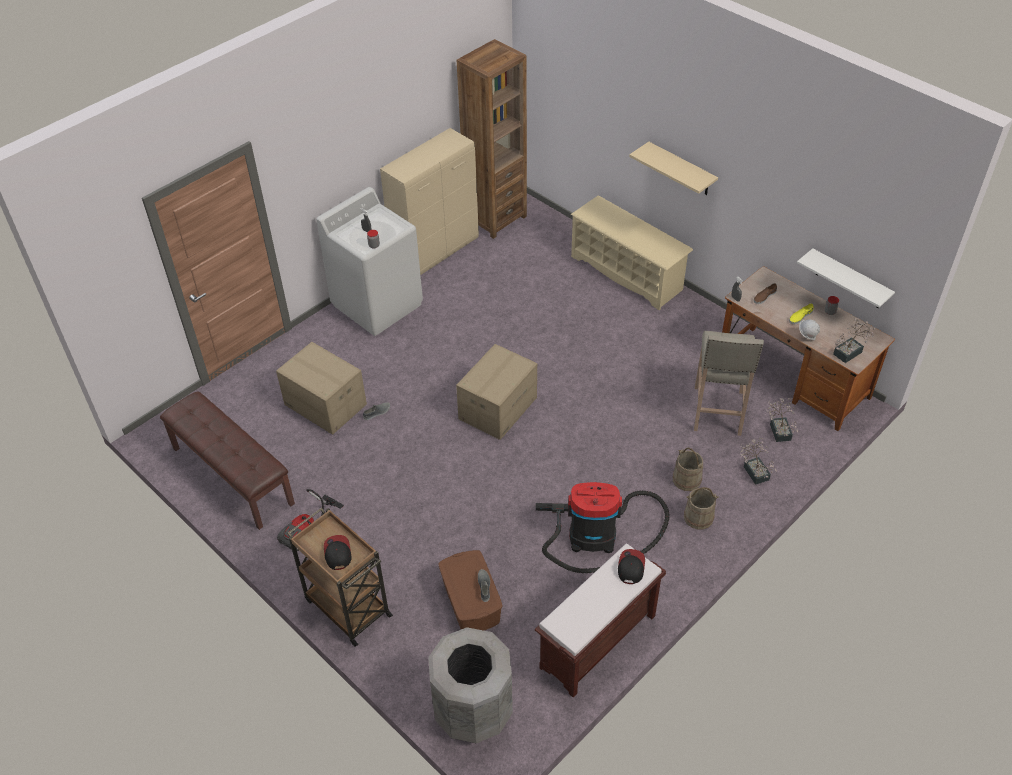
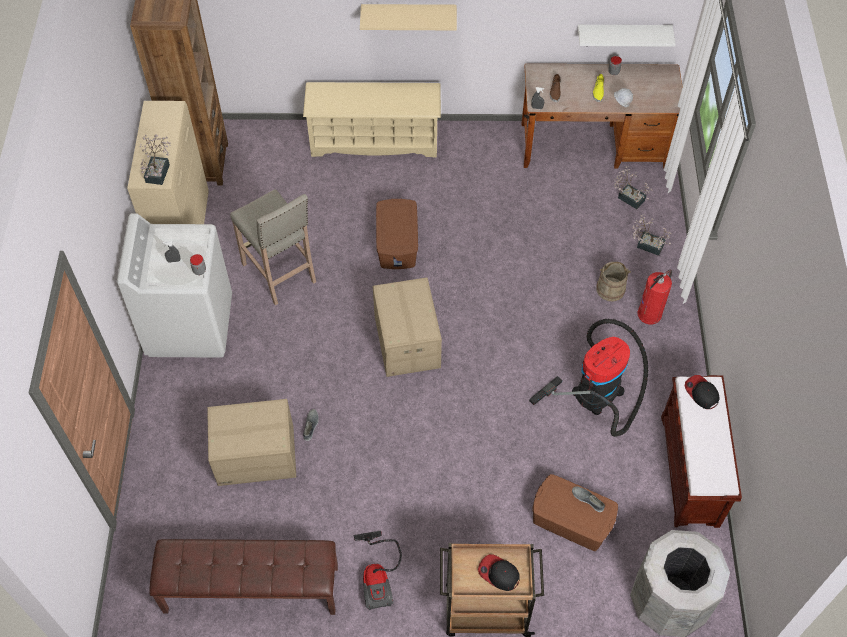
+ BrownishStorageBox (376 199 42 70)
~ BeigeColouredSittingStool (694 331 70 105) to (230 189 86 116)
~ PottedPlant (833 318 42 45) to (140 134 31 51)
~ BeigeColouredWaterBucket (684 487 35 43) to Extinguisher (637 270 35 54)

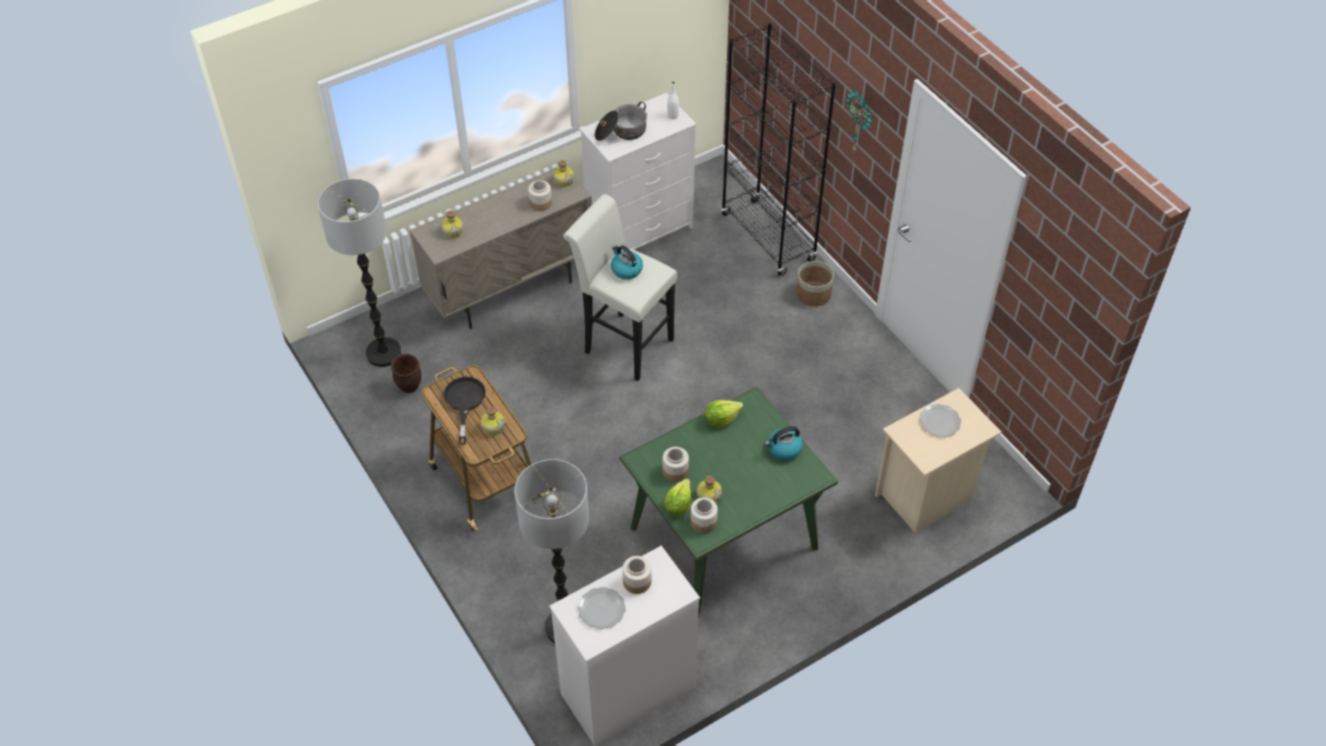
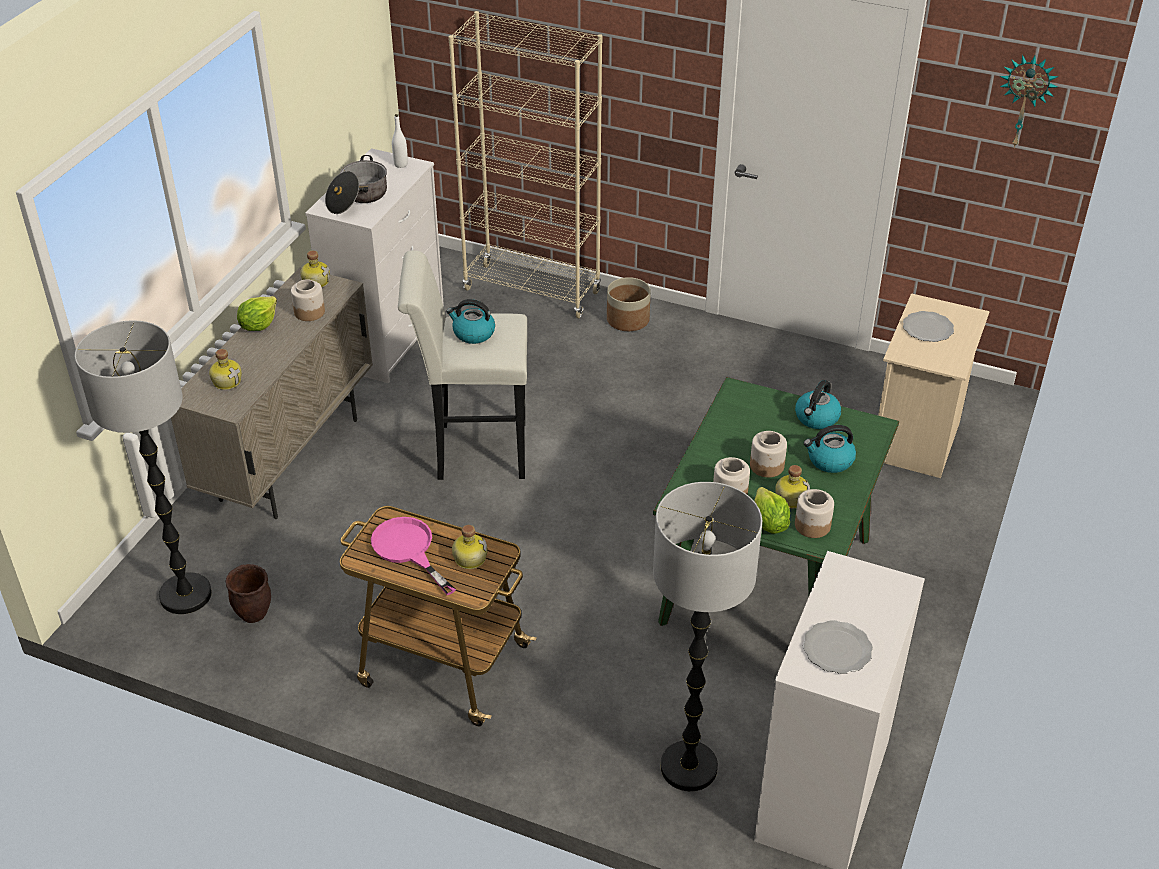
+ TeaKettle (804 425 52 48)
~ StorageJar (622 556 29 38) to (750 431 37 47)
~ Lettuce (704 400 39 27) to (237 296 40 35)
~ HangingClock (846 90 26 62) to (1000 55 59 93)
~ BlackPan (444 377 42 68) to PinkishPan (371 517 85 78)
~ BlackBookcase (721 23 115 253) to BeigeColouredBookcase (448 11 155 307)

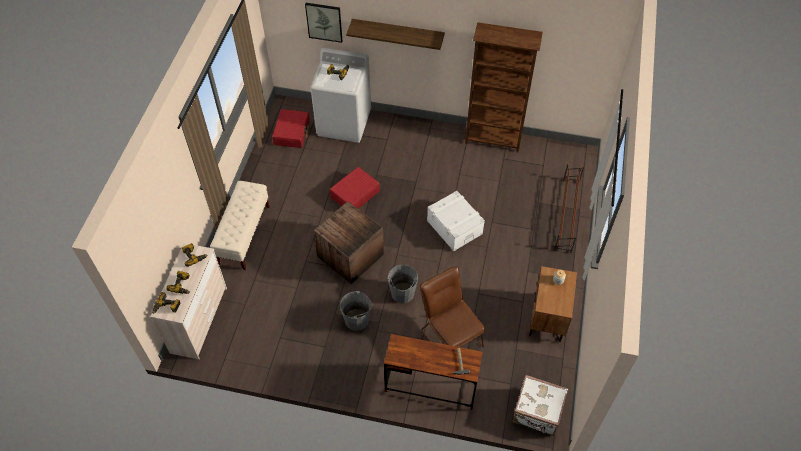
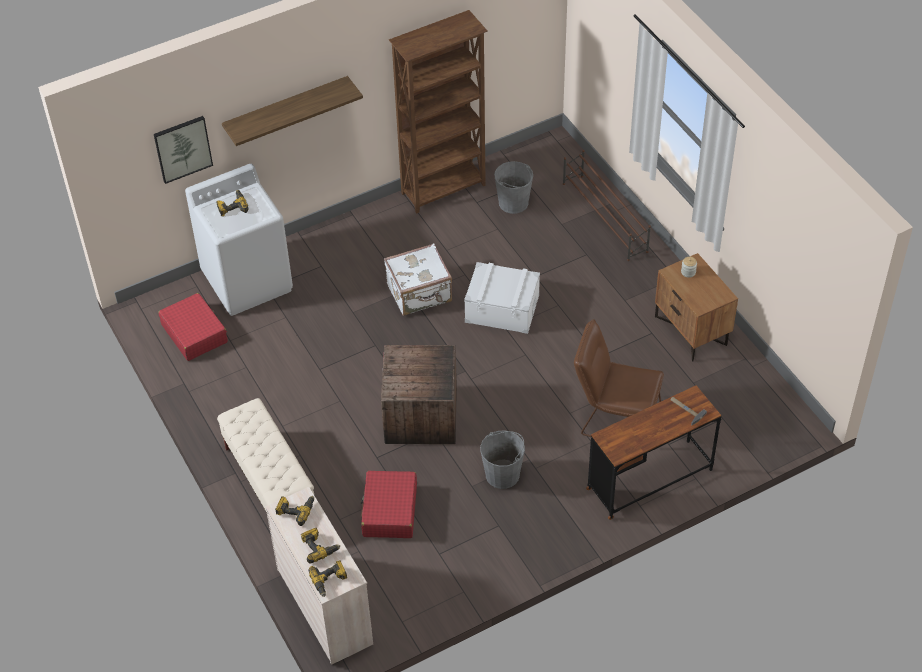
~ RedSuitcase (330 167 50 42) to (360 471 57 67)
~ GrayWaterBucket (387 265 31 38) to (494 161 39 53)
~ WhitishSuitcase (513 375 55 61) to (384 243 68 73)

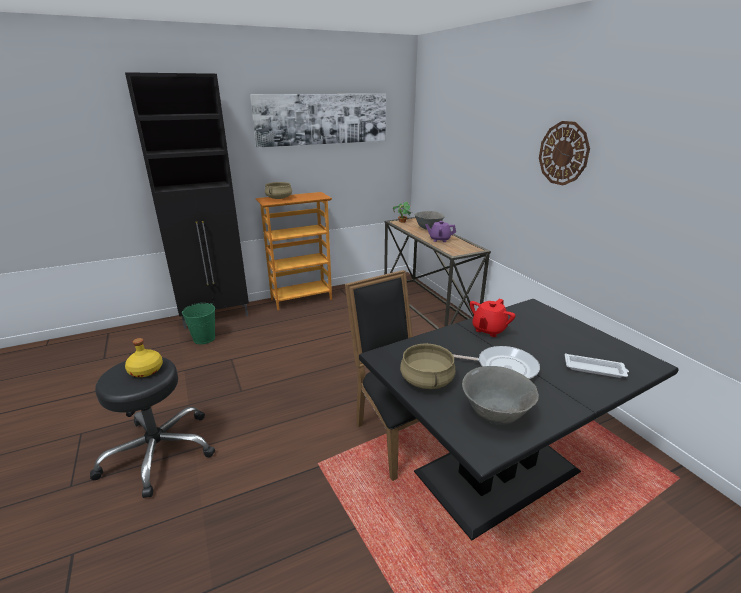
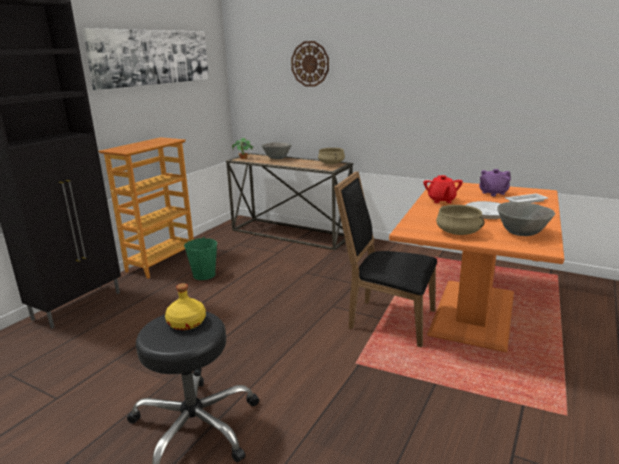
~ GreenishWaterBucket (182 303 33 41) to (184 237 33 43)
~ BeigeColouredStockpot (265 182 27 17) to (318 148 27 16)
~ PurpleColouredPotForTea (425 221 31 21) to (479 169 32 27)
~ HangingClock (539 121 51 64) to (291 41 38 46)
~ BlackDiningTable (359 299 320 241) to OrangeyDiningTable (389 182 175 170)

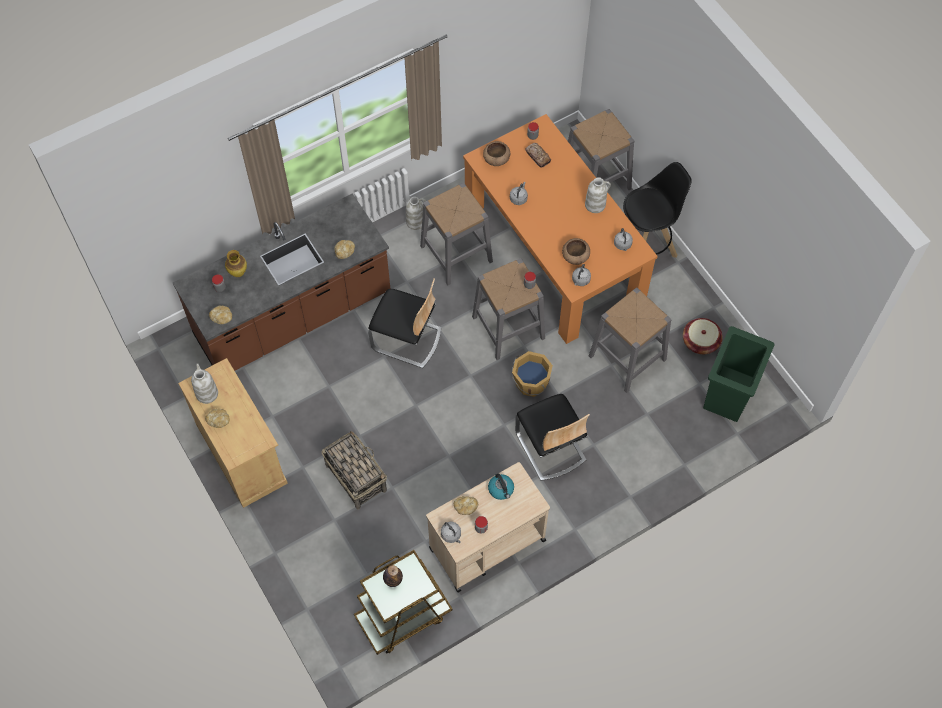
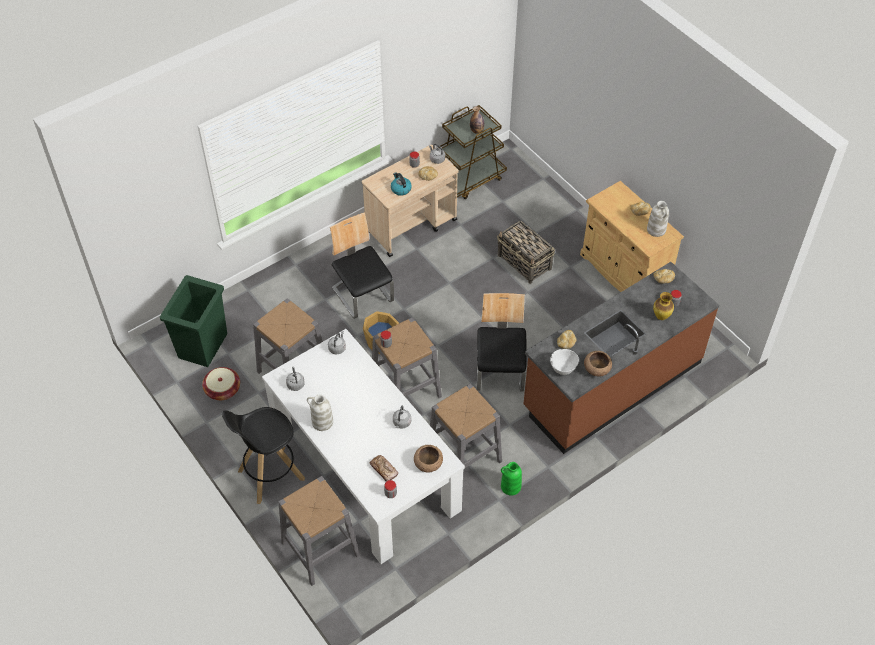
+ WhitishDeepDish (550 349 29 26)
~ BrownishDeepDish (562 238 28 27) to (584 351 28 26)
~ WhitishVase (406 197 20 33) to GreenishVase (501 462 21 33)
~ OrangeyDiningTable (463 114 195 230) to WhitishDiningTable (262 329 203 235)
~ PlainChair (368 278 73 90) = (477 293 50 99) 75 degrees clockwise

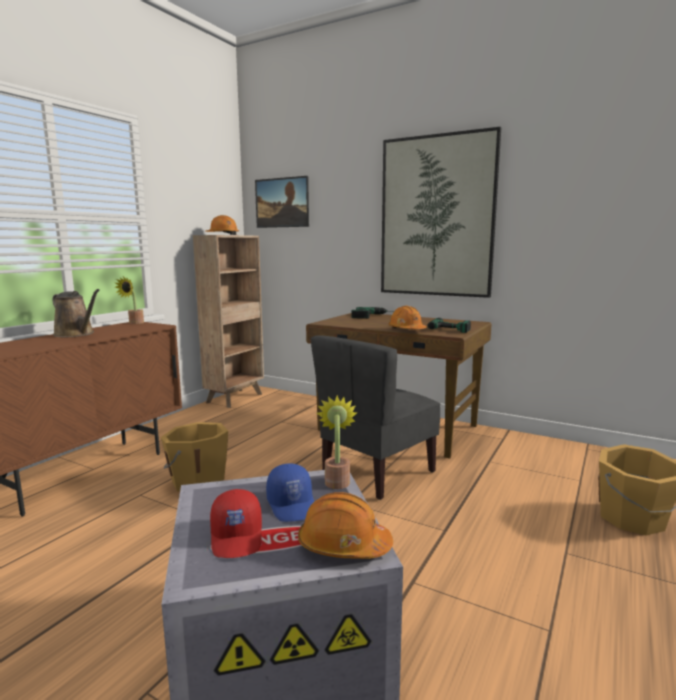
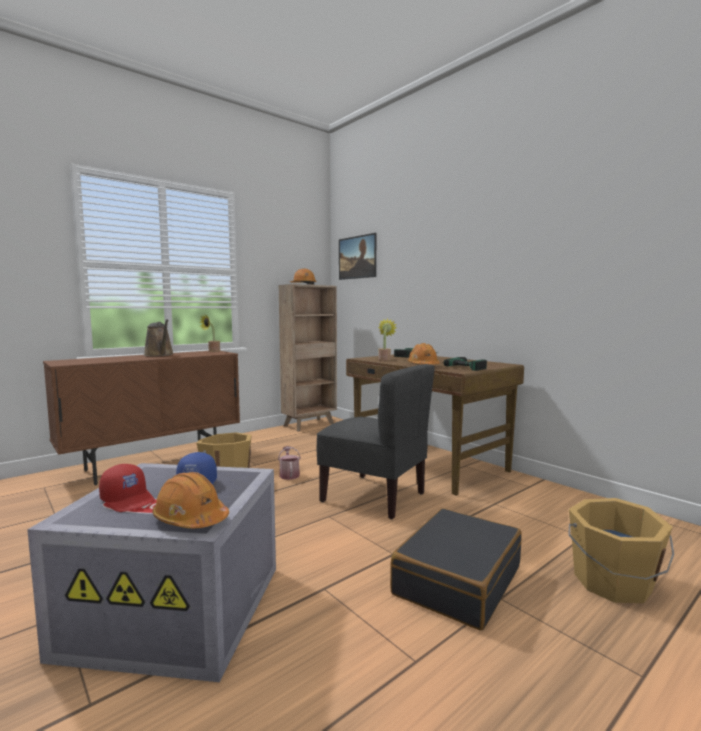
- WallPicture (381 127 120 171)
+ WateringPot (278 446 23 34)
+ BlackSuitcase (390 508 132 122)
~ PottedPlant (317 395 40 94) to (378 319 19 42)
~ RedPeakedCap (210 489 52 69) = (99 464 56 48) 60 degrees counterclockwise
~ GrayPlainChair (311 335 129 165) = (316 364 119 155) 120 degrees counterclockwise

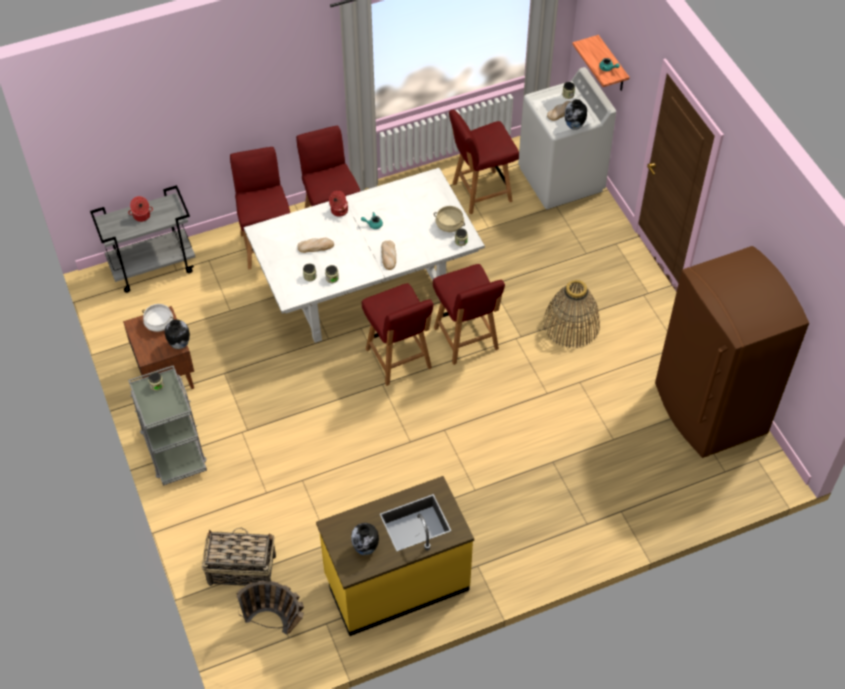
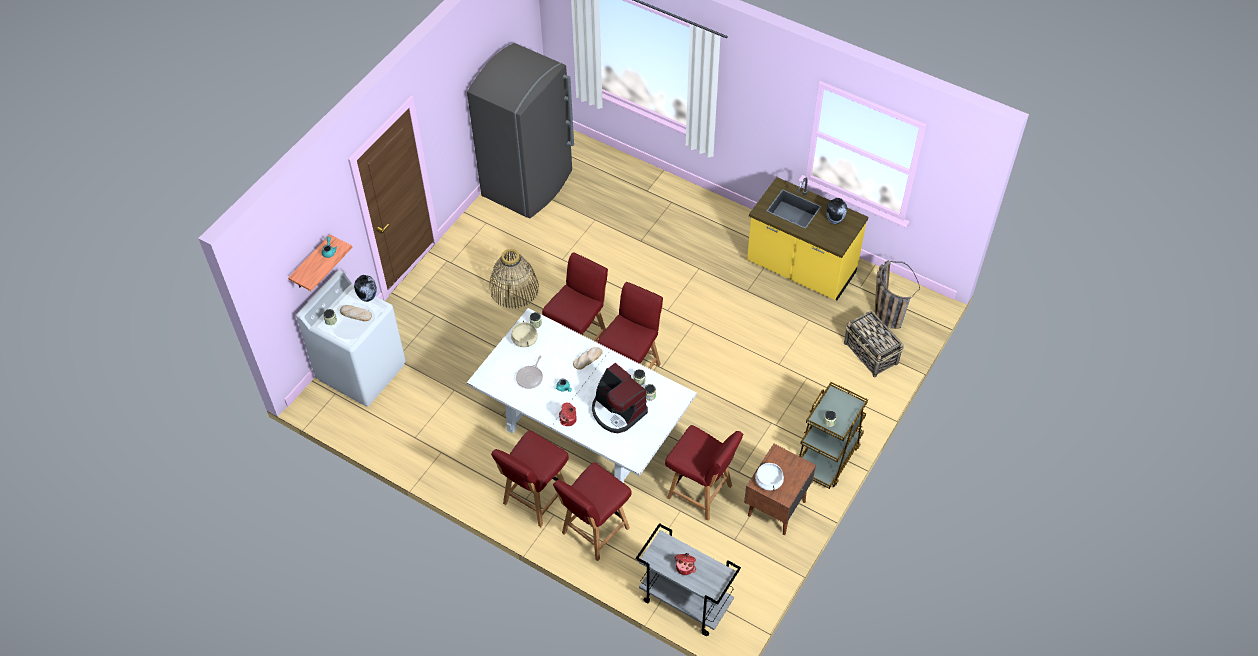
- Vase (165 319 25 30)
+ Pan (516 355 27 34)
~ RedPlainChair (449 110 70 104) to (665 425 78 96)
~ BakeryBread (298 238 36 15) to CoffeeBrewer (592 363 56 70)
~ GrayCart (128 365 79 121) to BrownishCart (799 382 69 107)
~ BrownishKitchenFridge (655 246 154 212) to GrayKitchenFridge (467 43 107 176)

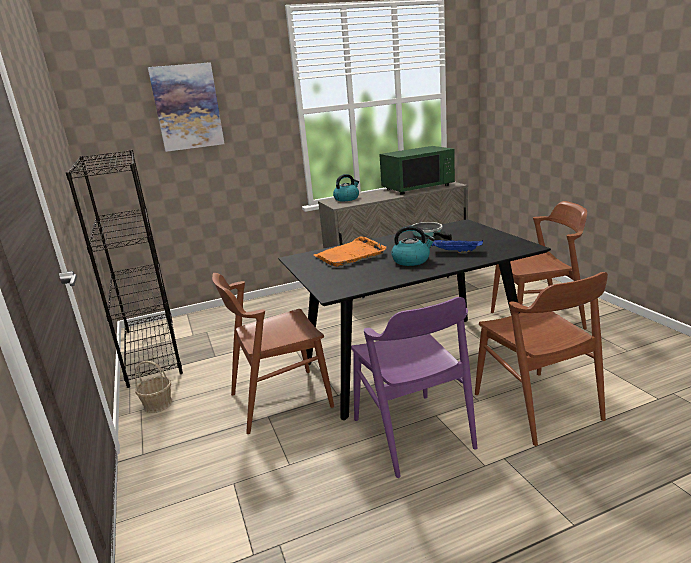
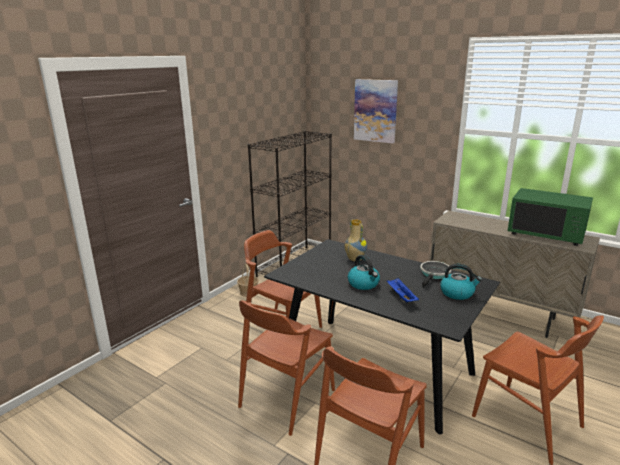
~ TeaKettle (333 174 26 27) to (440 264 42 36)
~ OrangeyServingTray (314 236 73 31) to Vase (344 219 23 42)
~ PurpleColouredPlainChair (351 297 126 181) to BrownishPlainChair (238 300 97 136)

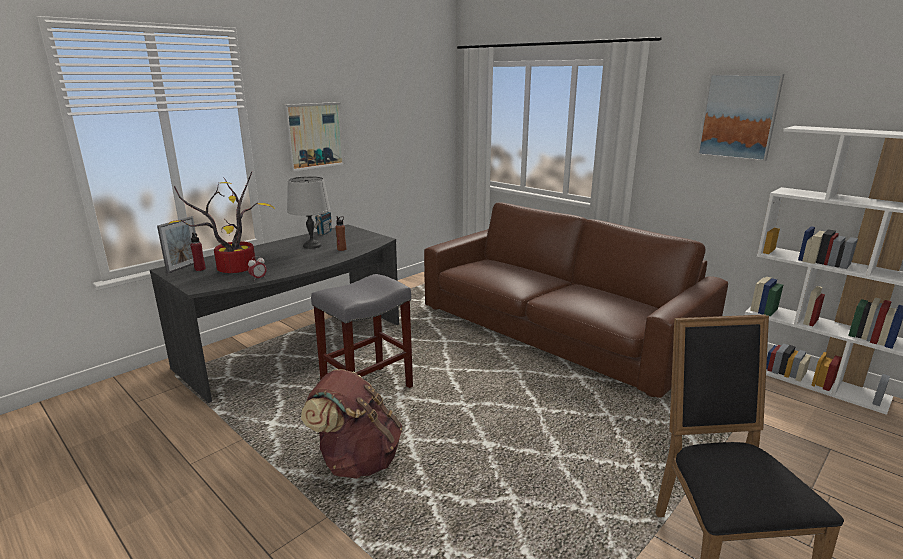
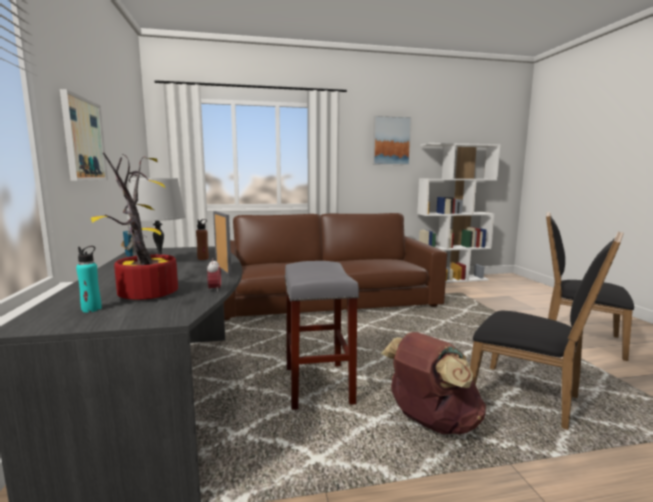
+ BlackPlainChair (470 231 154 199)
~ PhotoFrame (157 216 39 58) to (213 211 19 65)
~ RedBeverageBottle (190 233 16 38) to TurquoiseBeverageBottle (76 246 26 66)

